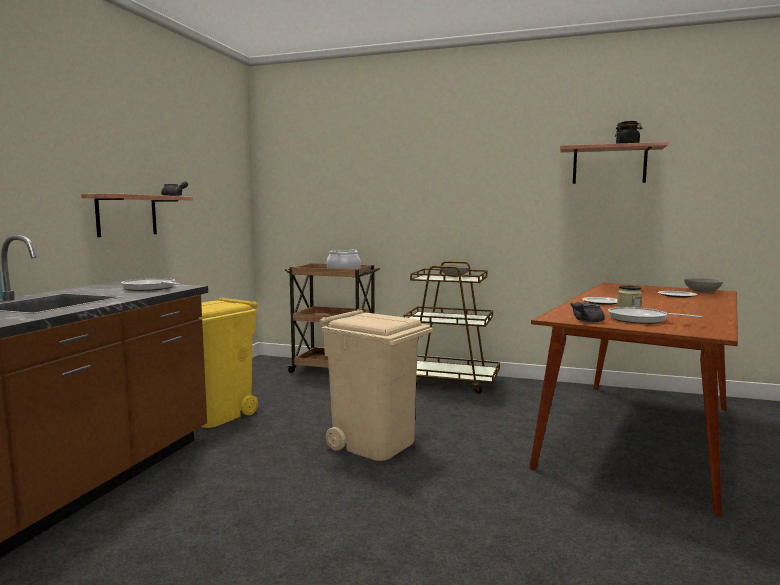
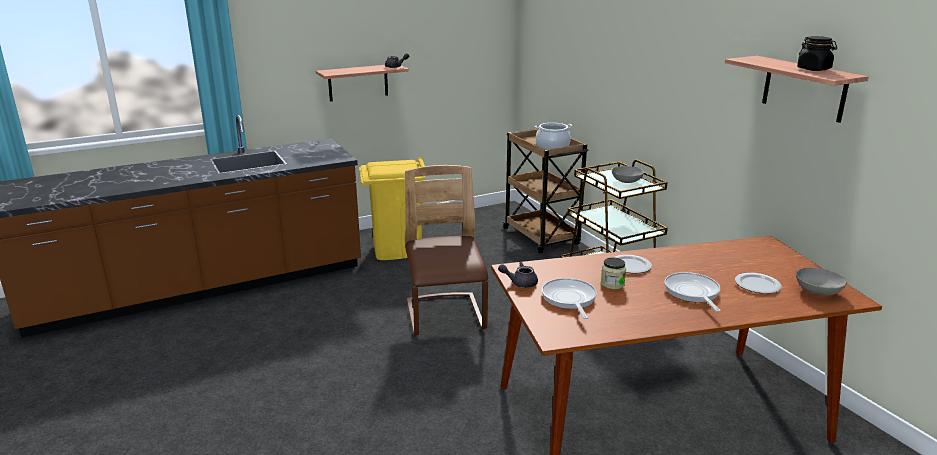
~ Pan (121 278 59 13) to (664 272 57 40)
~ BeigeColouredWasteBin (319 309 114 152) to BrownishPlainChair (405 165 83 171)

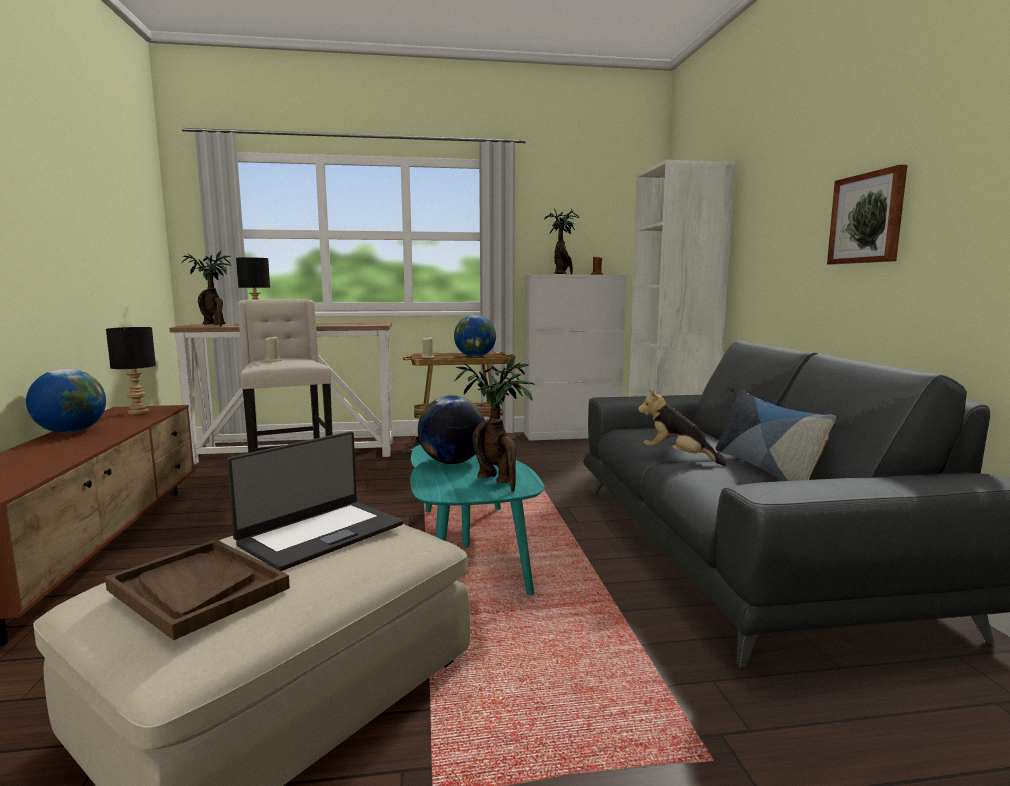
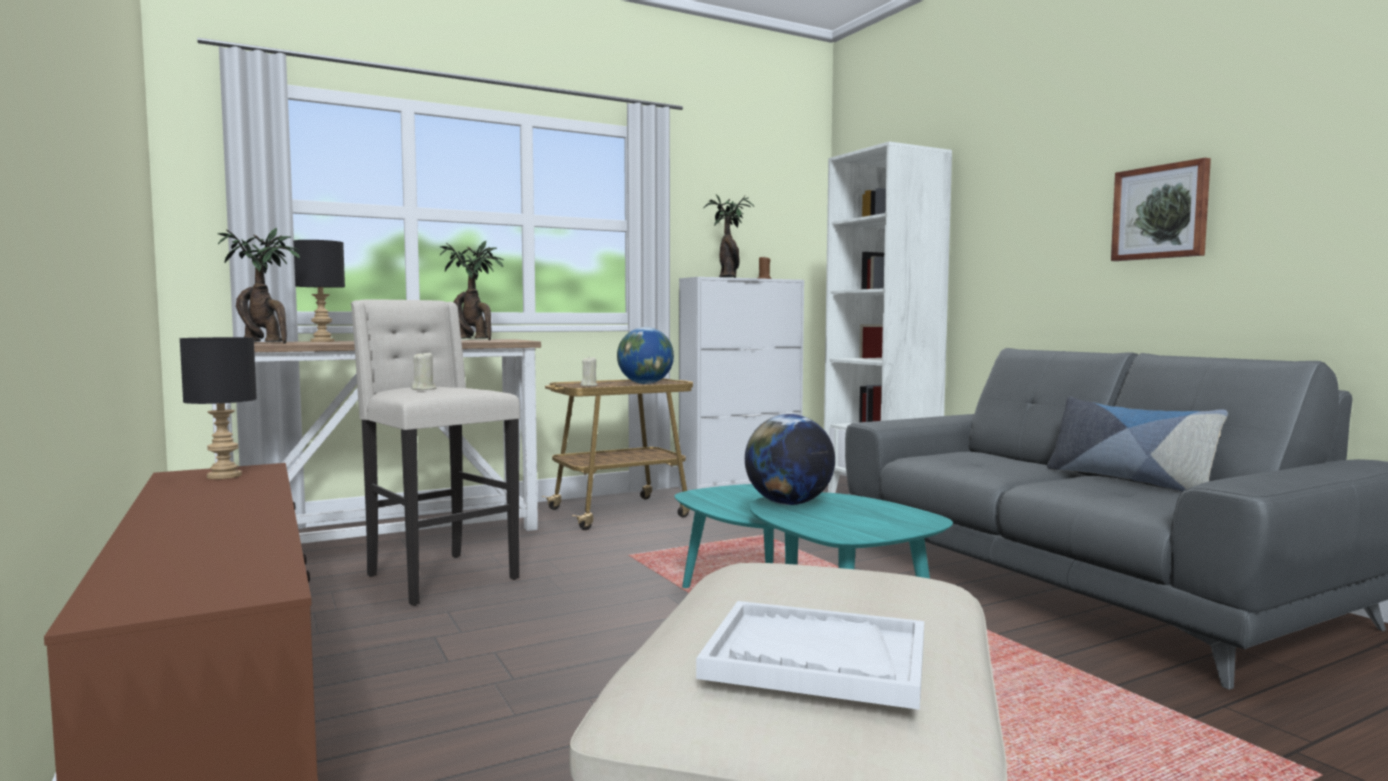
- WorldGlobe (26 369 80 64)
- NotebookComputer (227 431 176 140)
- PlushToy (638 389 88 77)
~ PottedPlant (455 356 80 136) to (440 241 63 99)
~ BrownishServingTray (105 539 185 101) to WhitishServingTray (696 601 228 109)

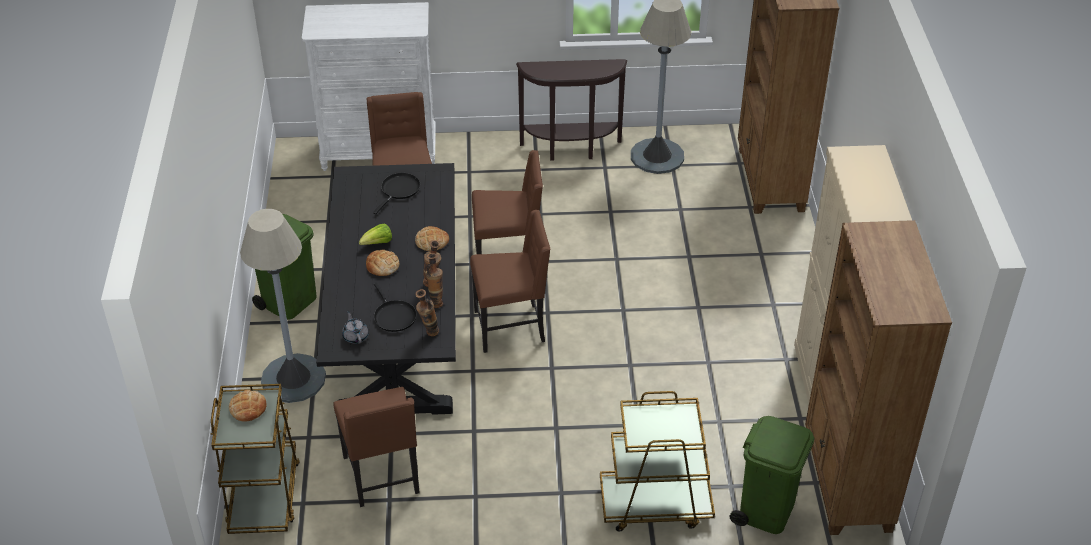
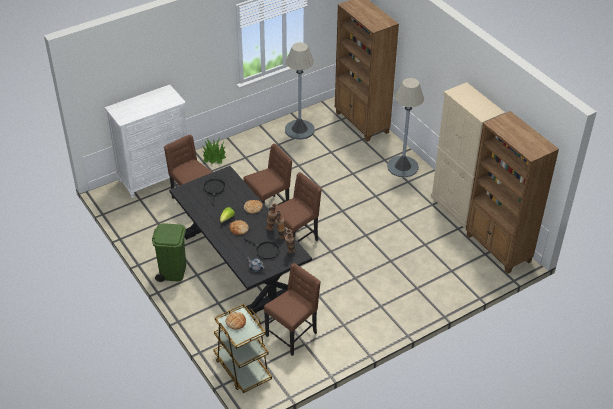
- BrownishHallTable (516 59 111 102)
- BrownishCart (600 391 115 141)
- GreenishWasteBin (730 416 84 118)
+ PottedPlant (203 138 23 26)
~ GrayFloorLamp (240 209 86 194) to (387 78 37 100)
~ BrownishPlainChair (333 387 87 120) = (264 263 57 93) 90 degrees counterclockwise

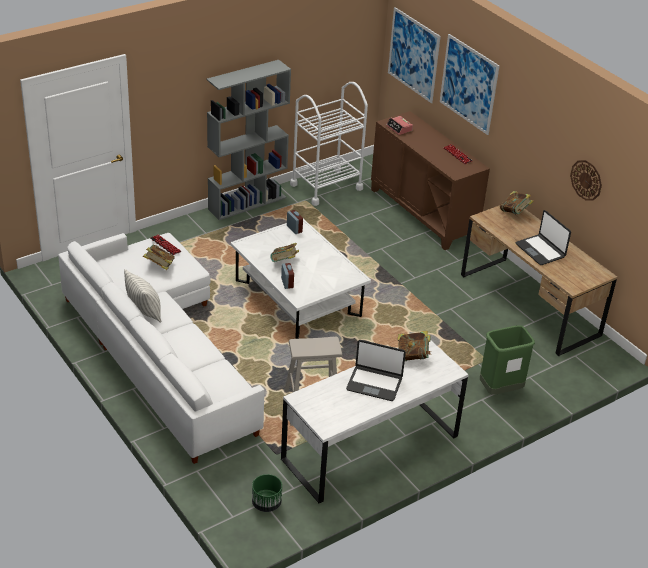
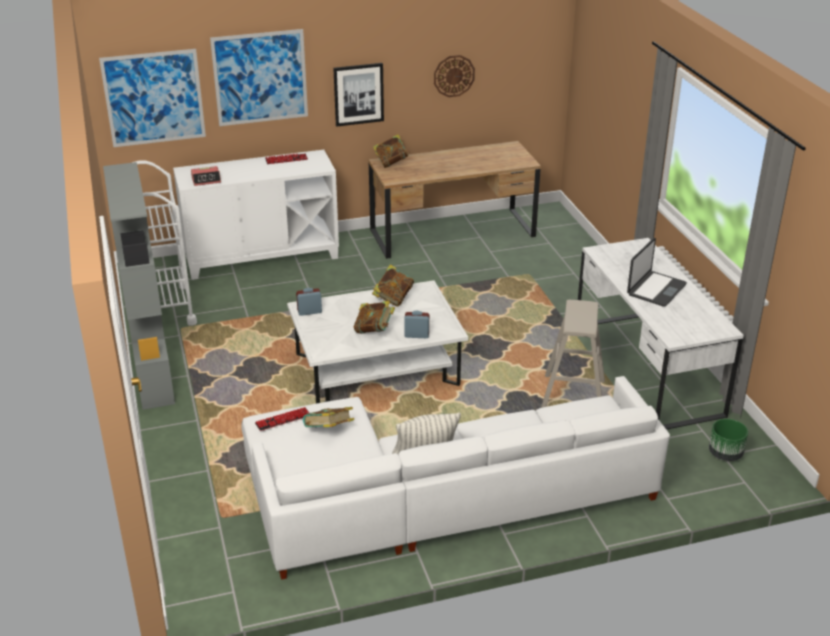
- GreenishWasteBin (480 325 55 70)
- NotebookComputer (515 210 56 55)
+ WallPicture (333 63 51 64)
~ Volume (398 331 33 30) to (372 265 42 42)
~ BrownishCupboard (371 111 119 139) to WhitishCupboard (173 150 166 130)

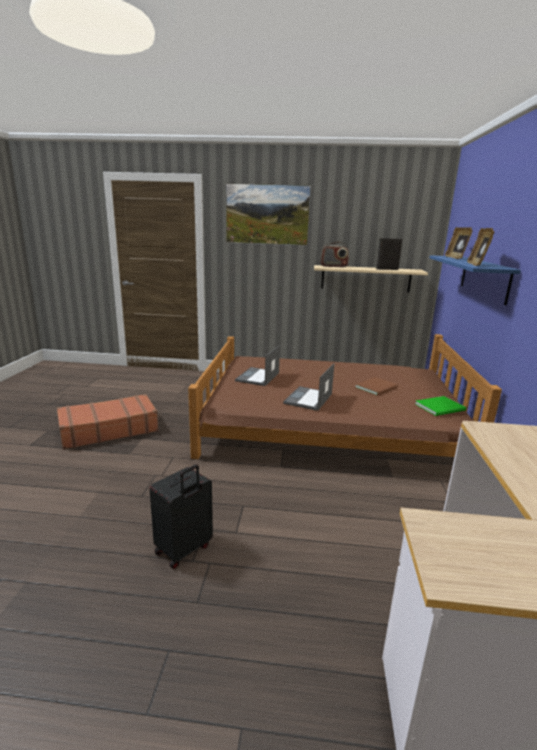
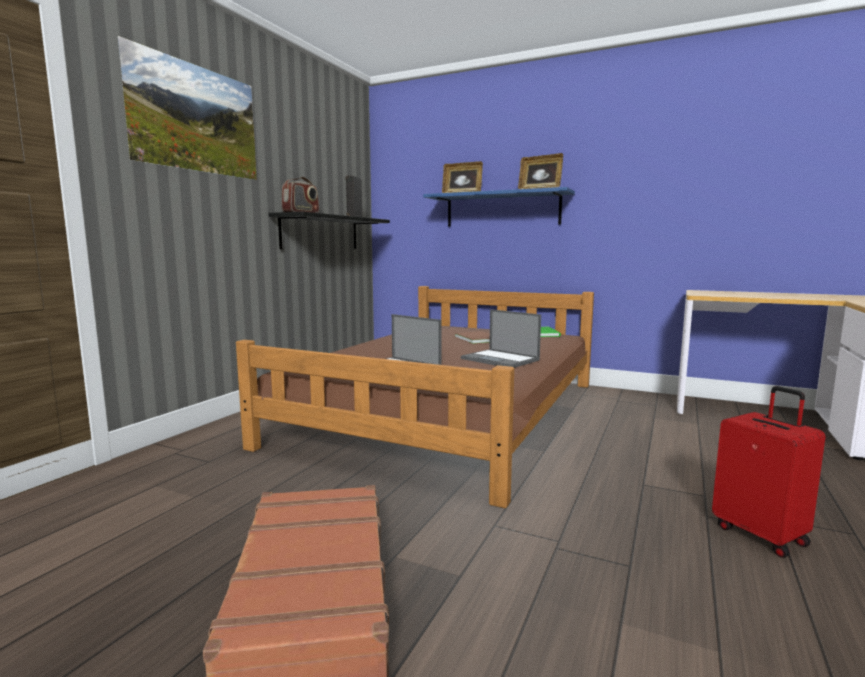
~ BlackSuitcase (150 464 63 105) to RedSuitcase (712 386 114 172)
~ BeigeColouredWallShelf (314 265 114 28) to BlackWallShelf (269 212 121 37)

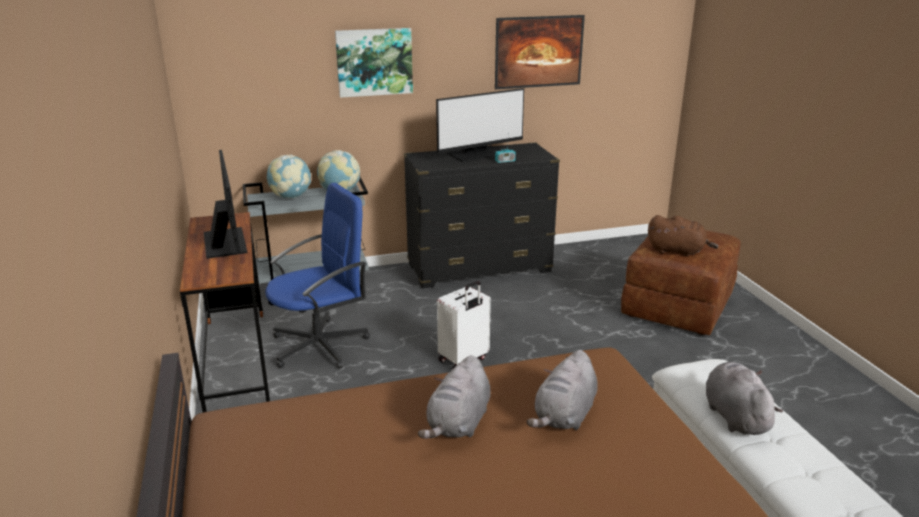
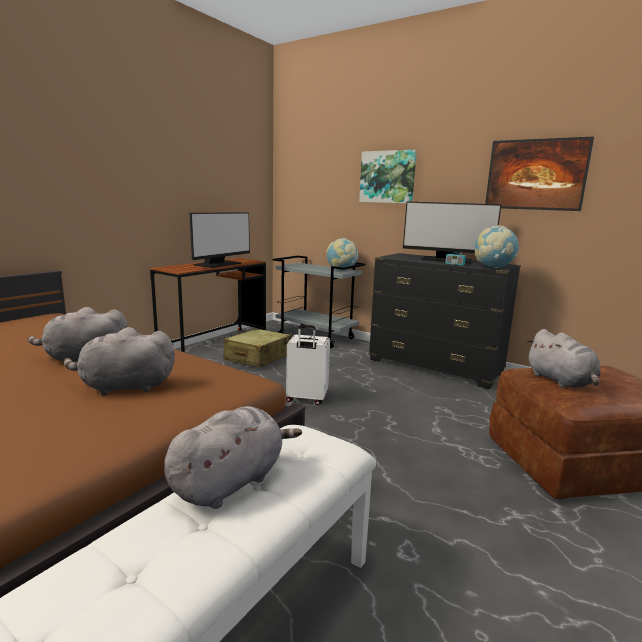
~ WorldGlobe (267 155 44 43) to (474 225 45 43)
~ BlueColouredDeskChair (265 183 104 186) to BeigeColouredSuitcase (223 329 68 39)
~ BrownishPlushToy (648 215 70 42) to GrayPlushToy (527 329 74 59)

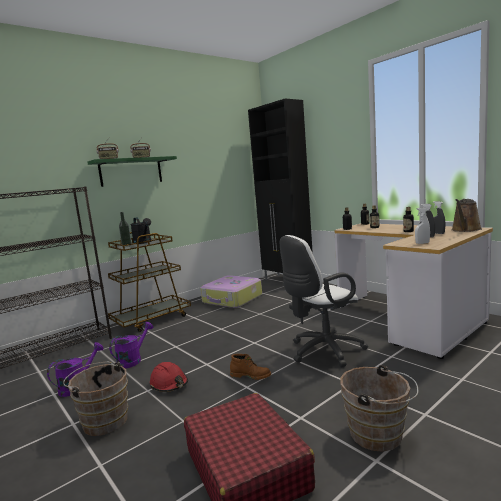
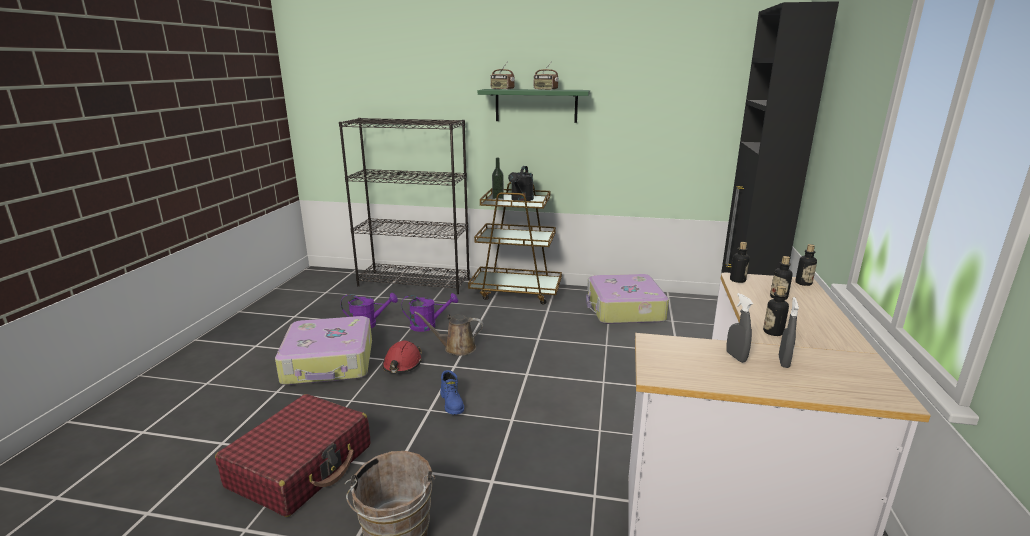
- WhitishDeskChair (280 235 88 132)
- WhitishSprayer (415 207 15 37)
~ BrownishWateringPot (451 199 31 33) to (414 312 69 44)
~ BrownishWaterBucket (63 362 65 74) to Suitcase (275 316 97 69)
~ BrownishHighTopBoot (230 354 41 26) to BlueColouredHighTopBoot (440 370 24 45)

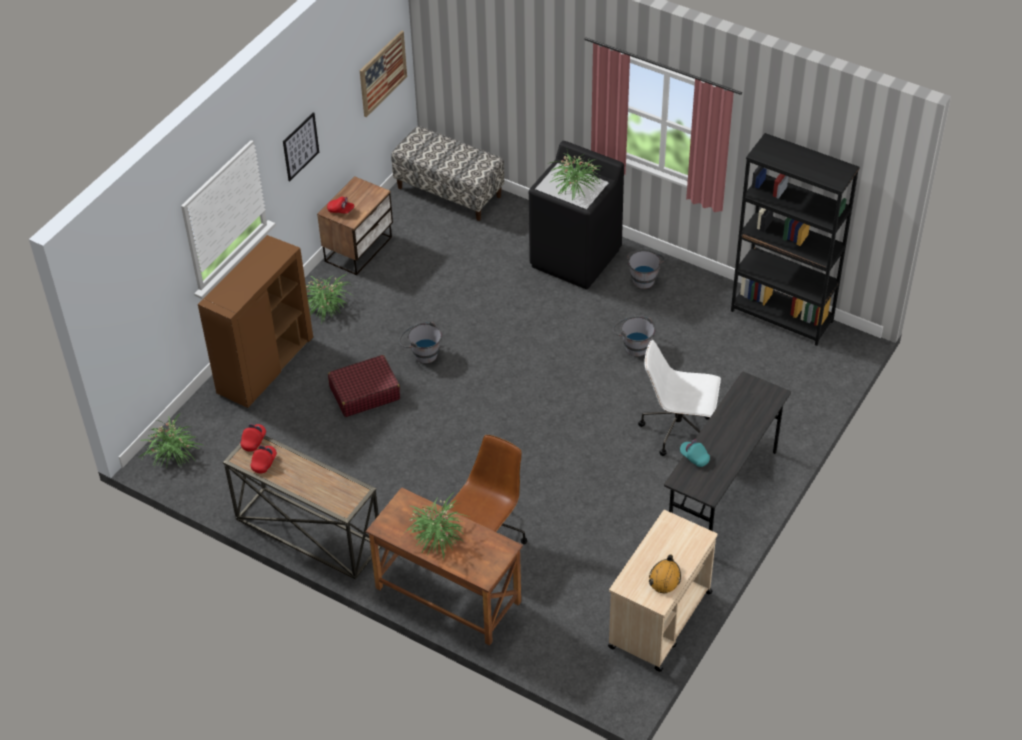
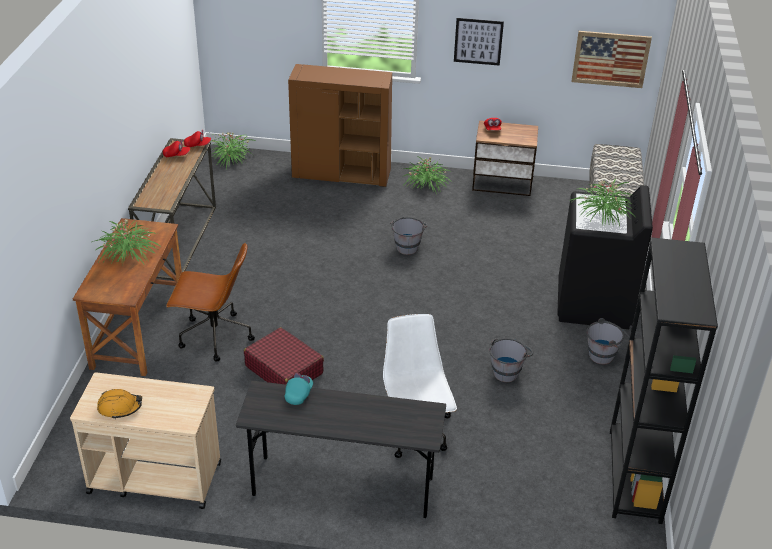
~ RedSuitcase (328 355 72 62) to (244 327 80 58)

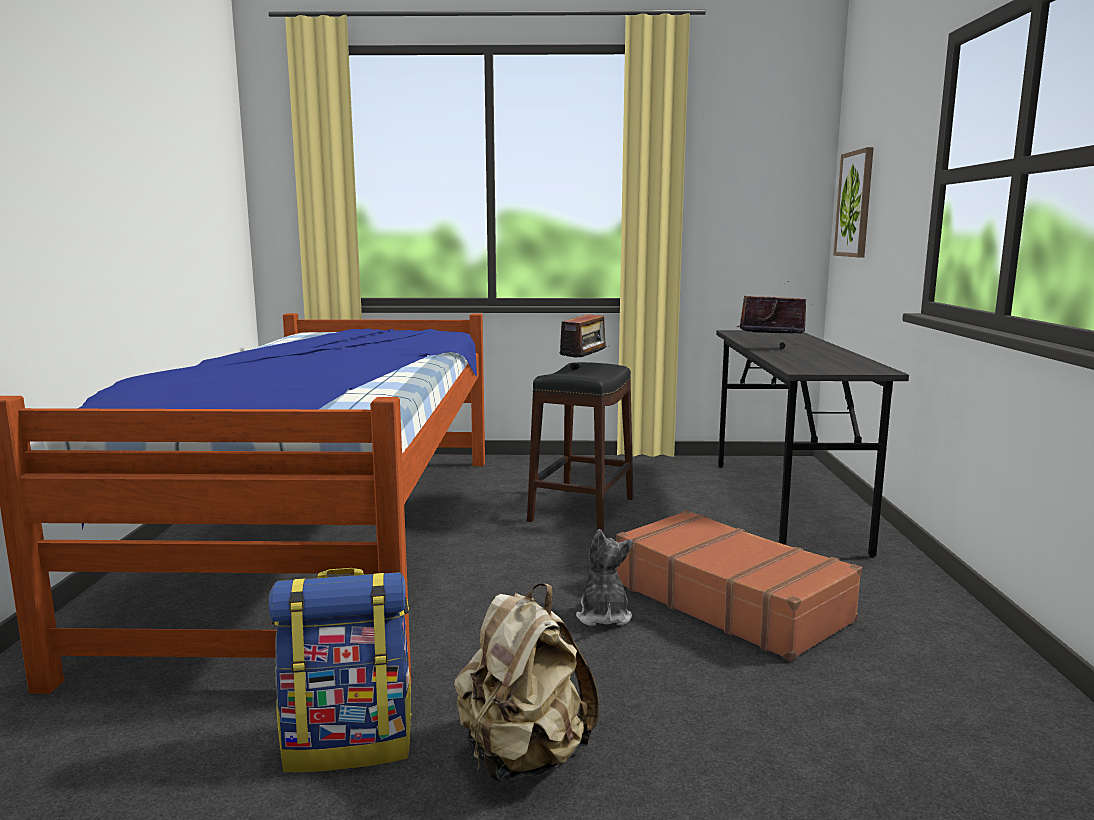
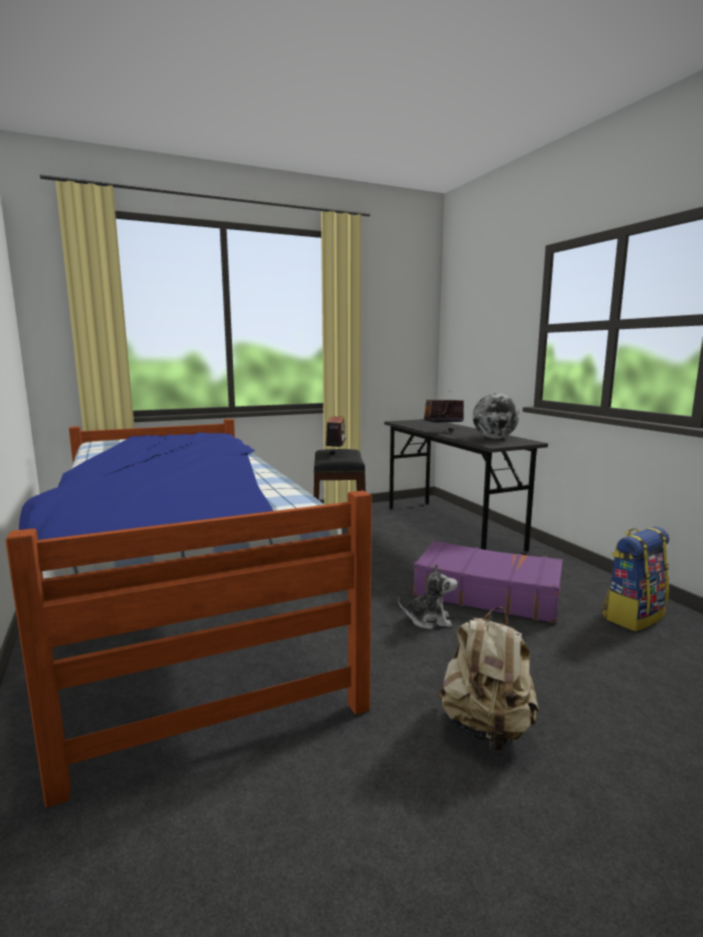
- WallPicture (834 147 40 110)
+ WorldGlobe (473 393 46 46)
~ Rucksack (269 568 143 204) to (602 527 67 104)
~ BrownishSuitcase (616 510 246 151) to PurpleColouredSuitcase (413 541 150 82)
~ PlushToy (576 529 57 97) = (398 563 60 66) 120 degrees clockwise

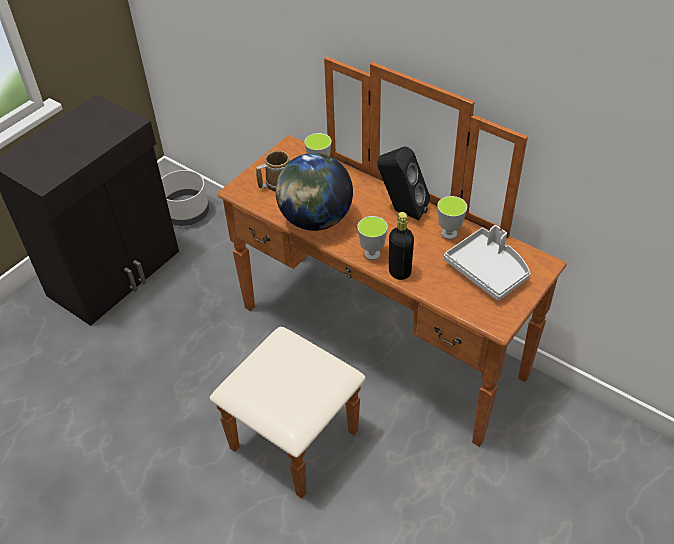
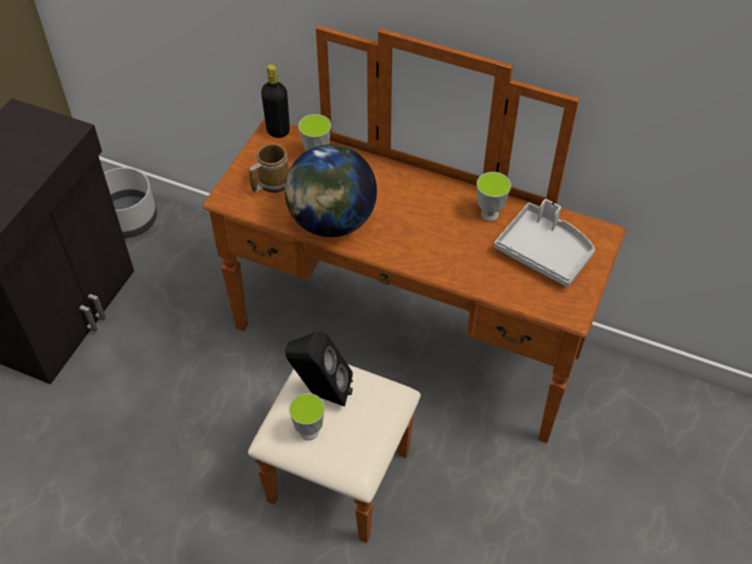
~ Cup (357 216 31 44) to (289 393 36 47)
~ BlackAudioSpeaker (377 146 53 74) to (285 331 68 76)
~ BlackBeverageBottle (389 212 25 68) to (261 64 29 74)

